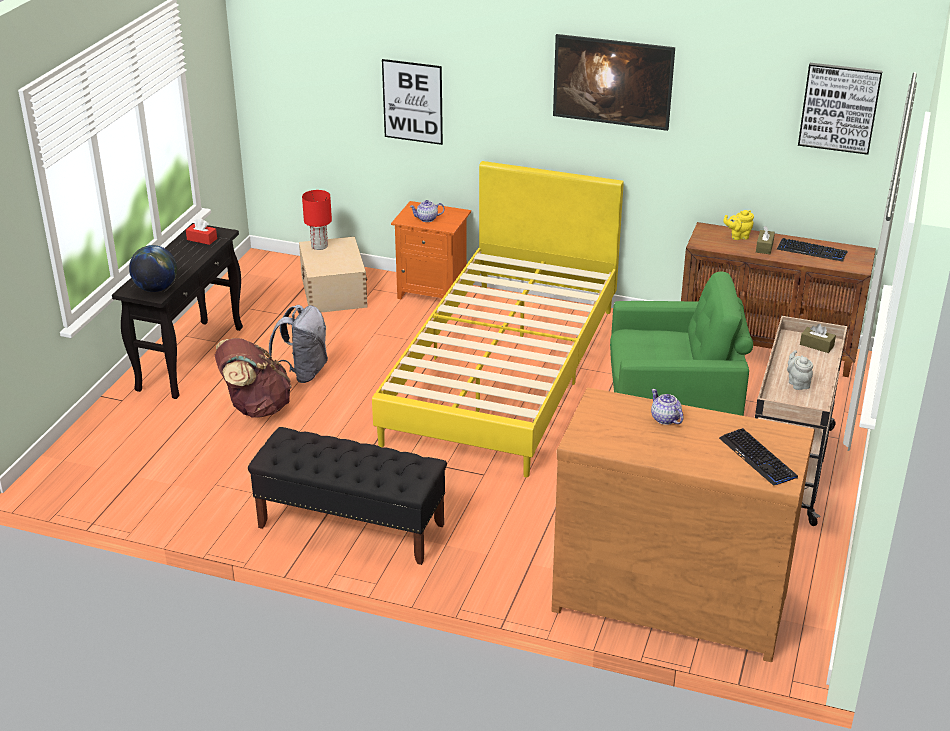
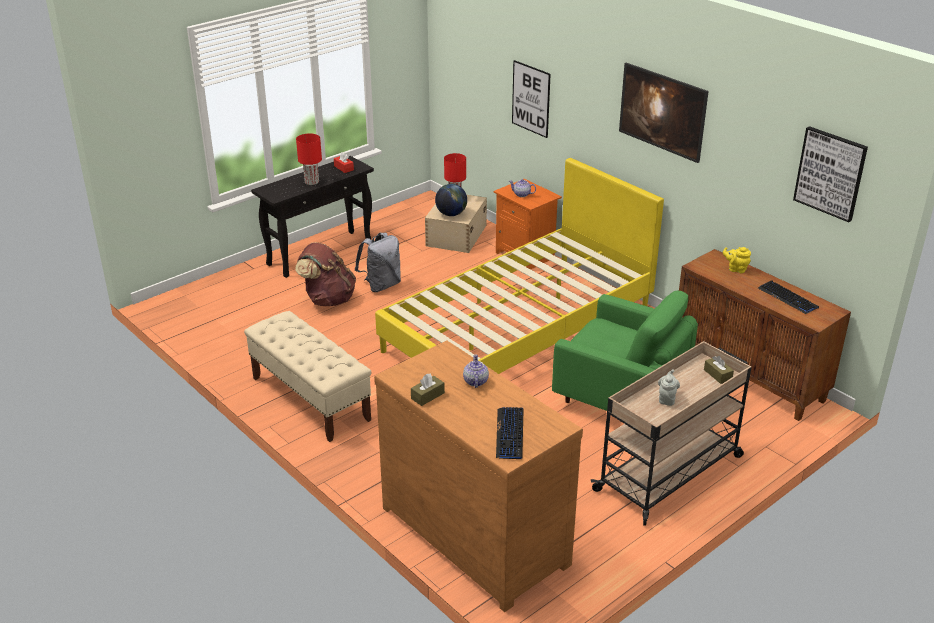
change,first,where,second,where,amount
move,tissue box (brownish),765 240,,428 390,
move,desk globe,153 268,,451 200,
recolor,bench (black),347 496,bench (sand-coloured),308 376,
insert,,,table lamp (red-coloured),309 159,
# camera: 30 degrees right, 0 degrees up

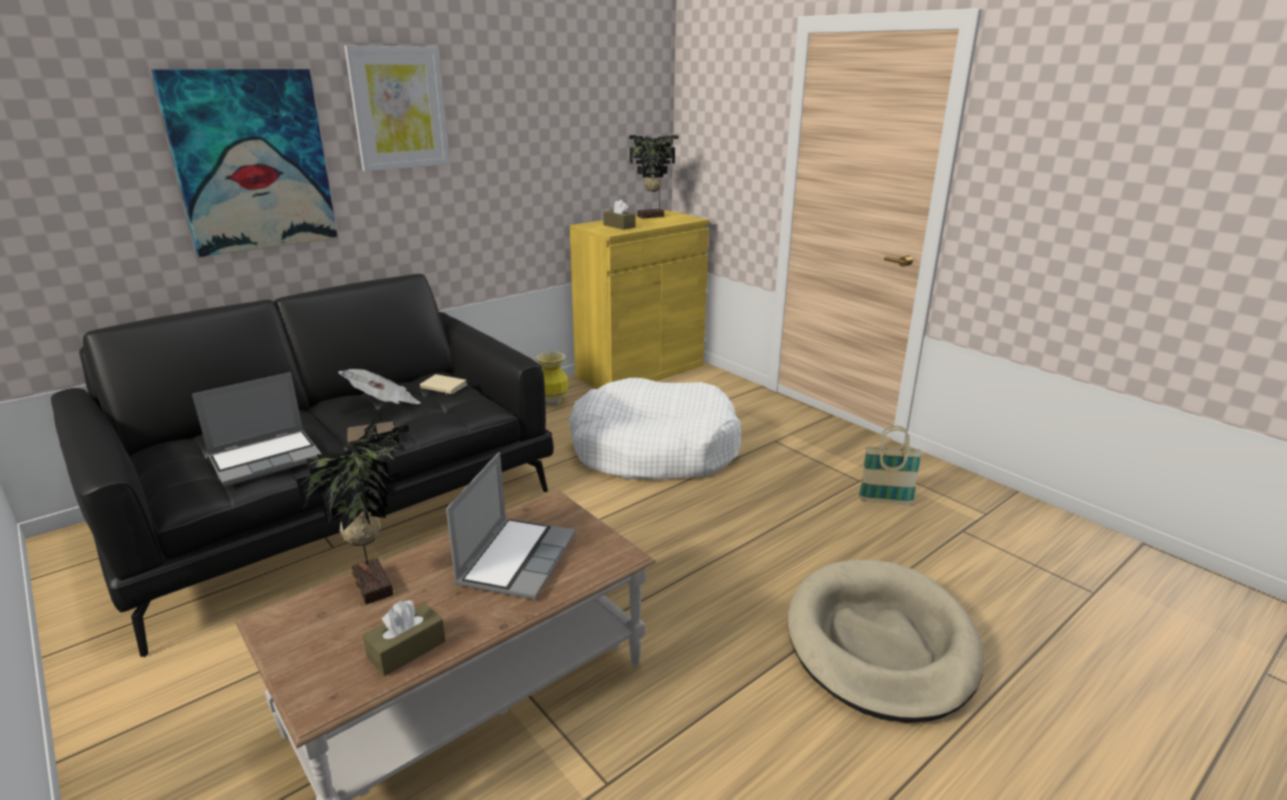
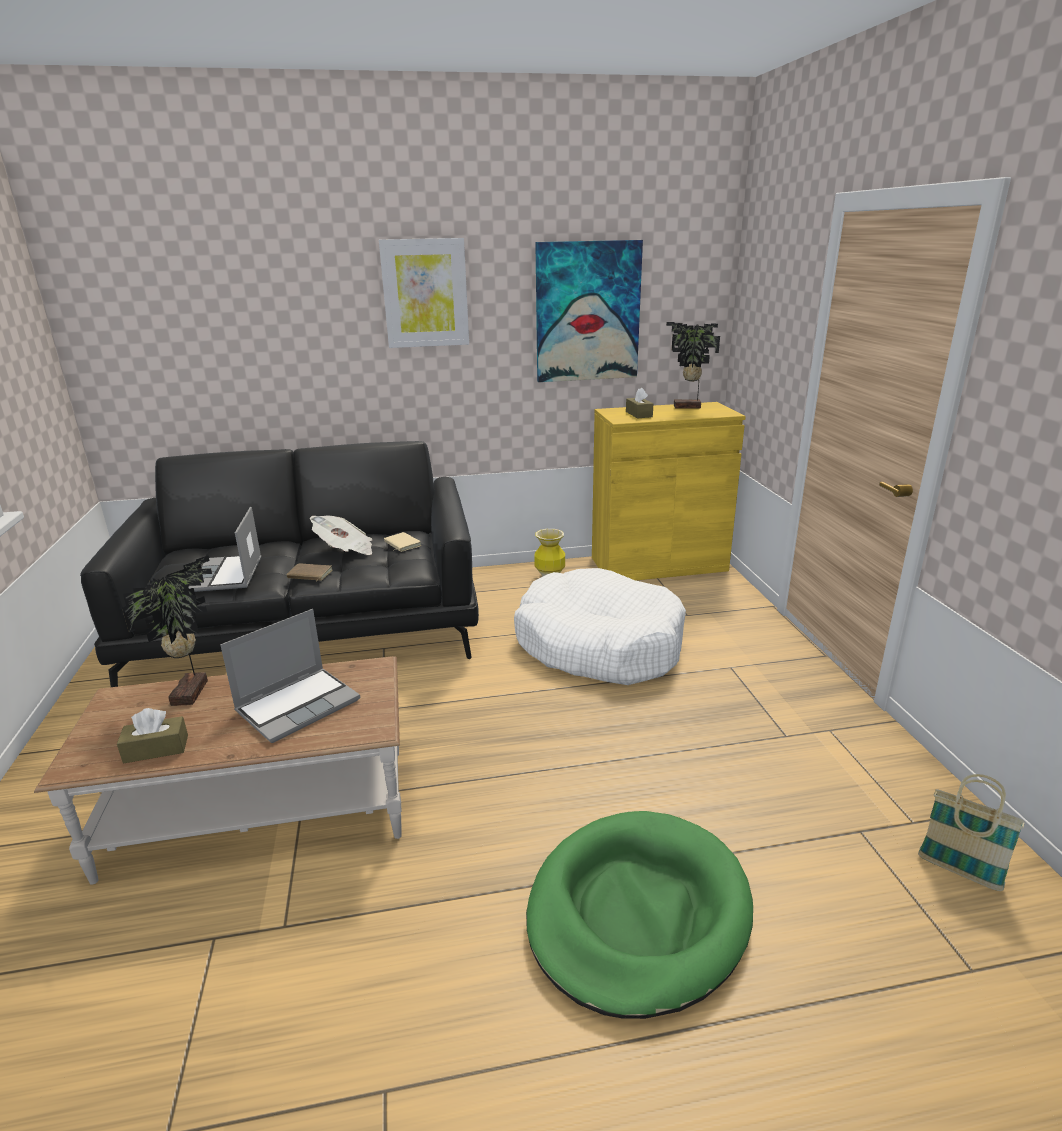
change,first,where,second,where,amount
move,picture,244 163,,589 311,
rotate,notebook computer,257 429,,225 549,90 degrees clockwise
move,basket,890 465,,971 832,
recolor,dog bed (sand-coloured),886 641,dog bed (green),639 915,
# camera: 30 degrees right, 0 degrees up

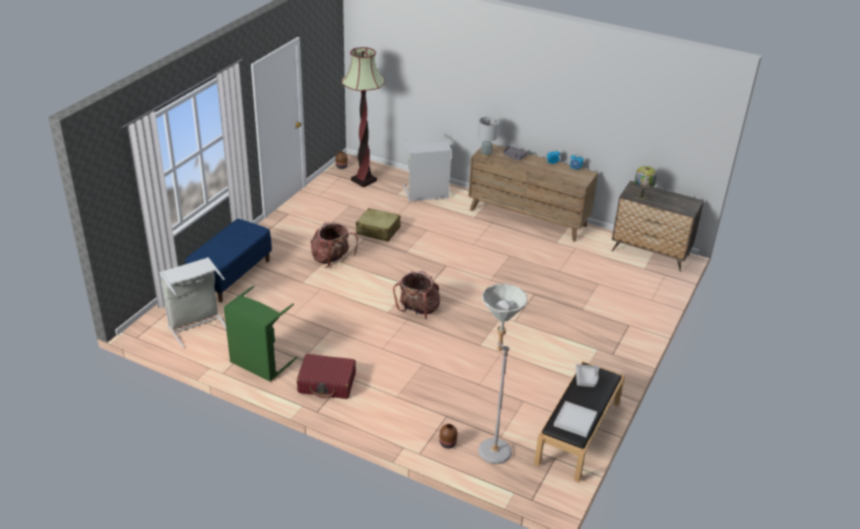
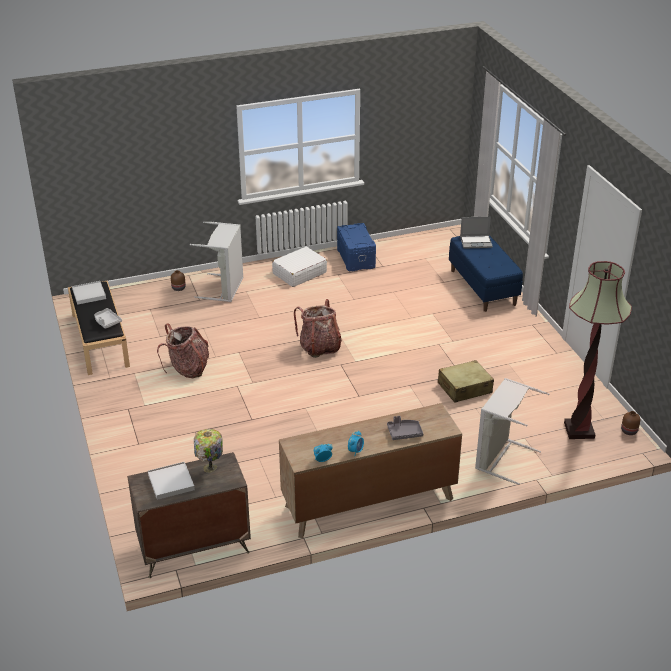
change,first,where,second,where,amount
delete,table lamp (grey),488 137,,,
move,knapsack,334 245,,183 350,
move,laundry basket (grey),192 303,,216 261,
delete,floor lamp (grey),503 374,,,
replace,laundry basket (green),261 333,storage bin (bluish),356 247,
recolor,piece of luggage (red-coloured),326 376,piece of luggage (white-coloured),299 267,
insert,,,notebook computer,476 232,
insert,,,carrying tray (white-coloured),171 481,
# camera: 135 degrees right, 0 degrees up

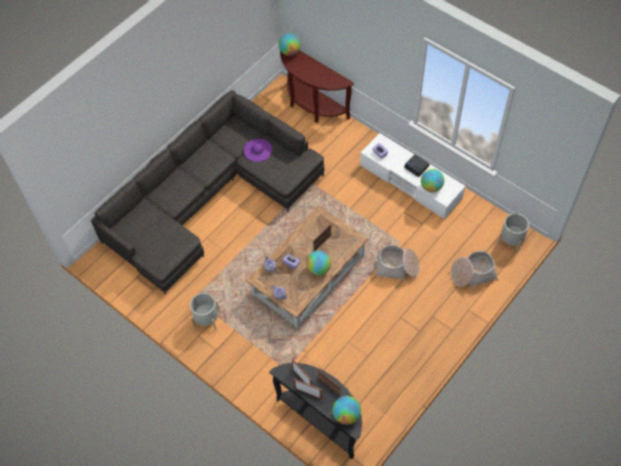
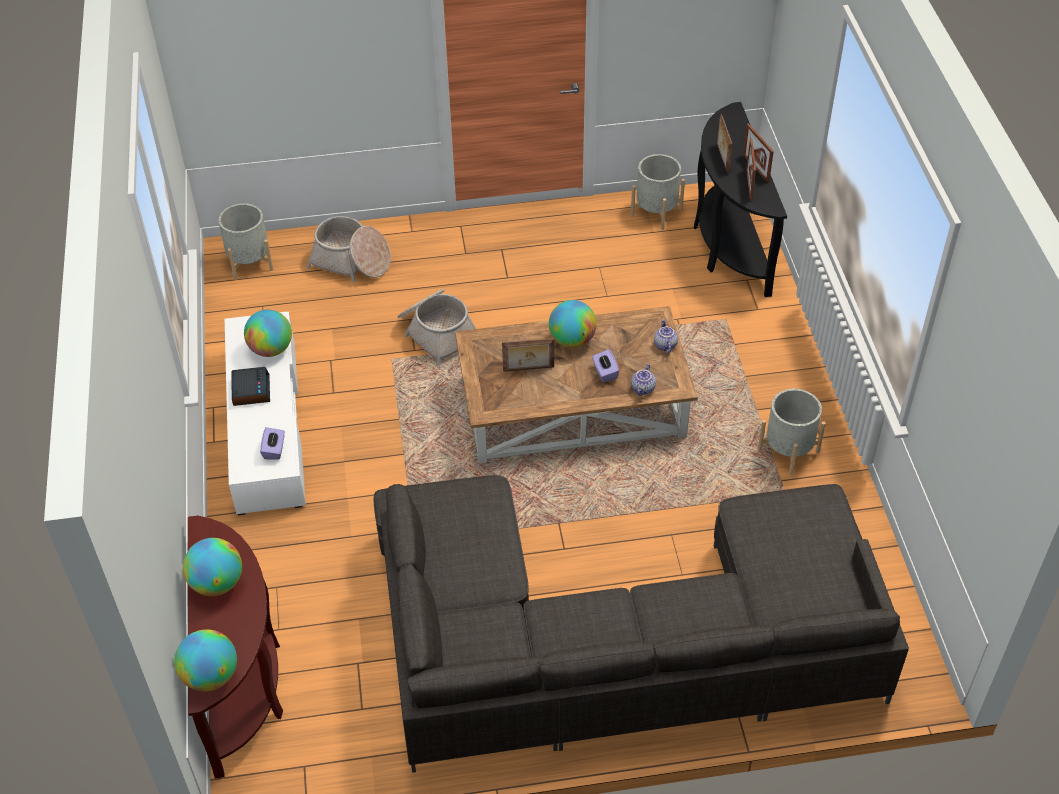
change,first,where,second,where,amount
delete,clothing hat (purple),258 150,,,
move,desk globe,347 410,,212 567,
insert,,,flower pot (grey),658 192,
# camera: 140 degrees left, 10 degrees down

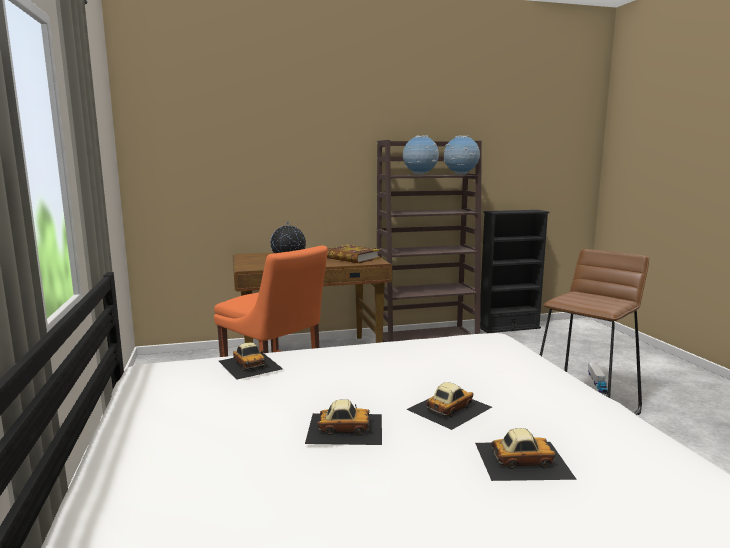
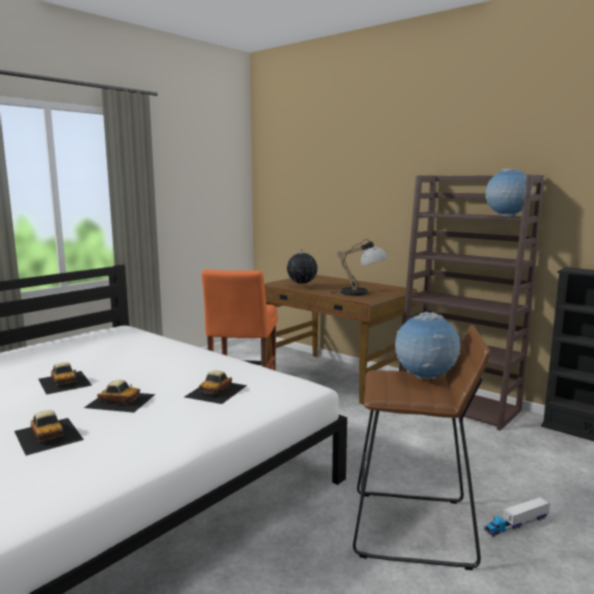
change,first,where,second,where,amount
move,desk globe,421 155,,427 345,
replace,bound book,353 254,table lamp,359 267,
move,model car,251 361,,216 387,
# camera: 55 degrees right, 0 degrees up

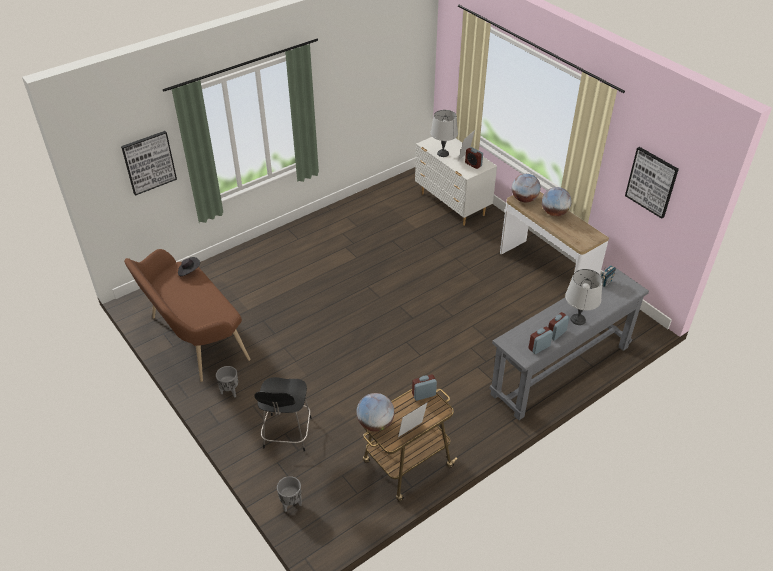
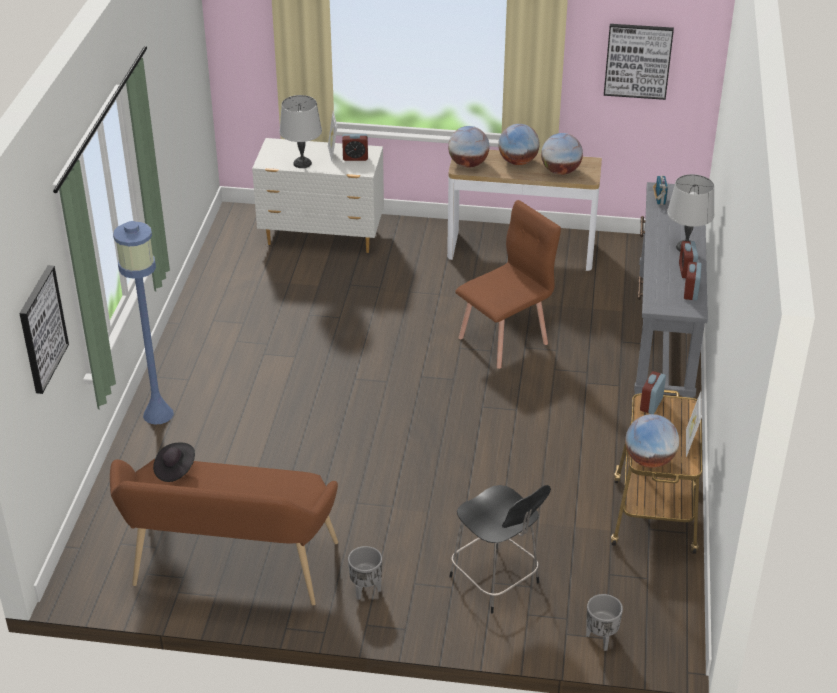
change,first,where,second,where,amount
insert,,,desk globe,562 154,
insert,,,upright chair (brownish),508 284,
insert,,,floor lamp (bluish),143 323,
# camera: 45 degrees left, 5 degrees down

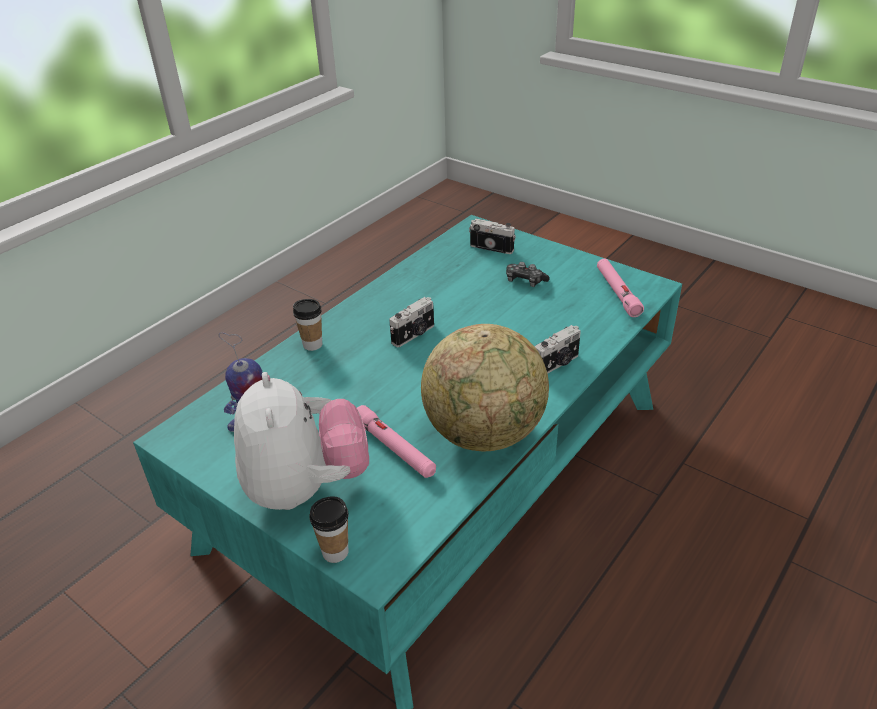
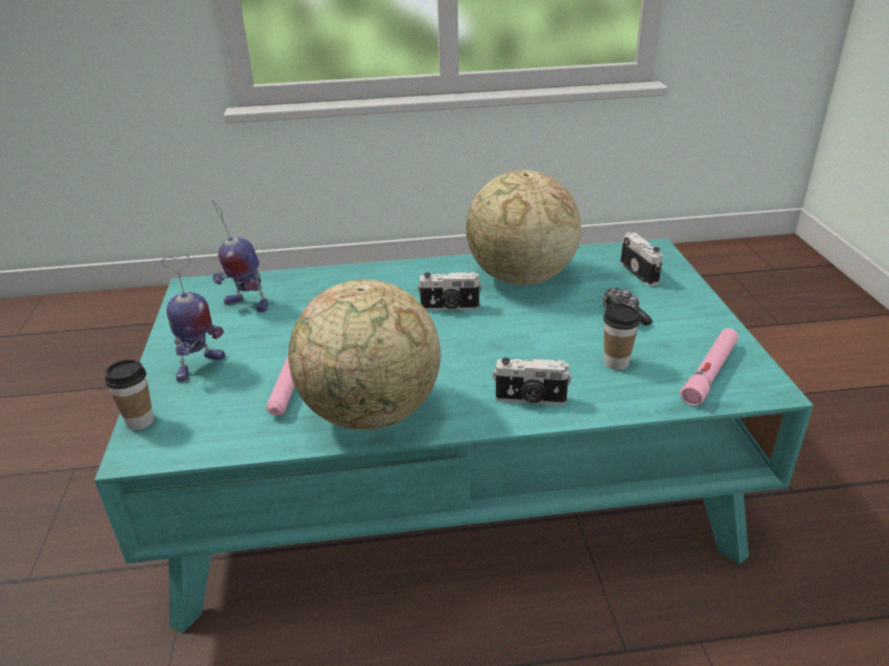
change,first,where,second,where,amount
move,cup,307 325,,621 336,
replace,plush toy,301 441,robot figure,193 318,
insert,,,desk globe,523 227,
# camera: 45 degrees right, 5 degrees down

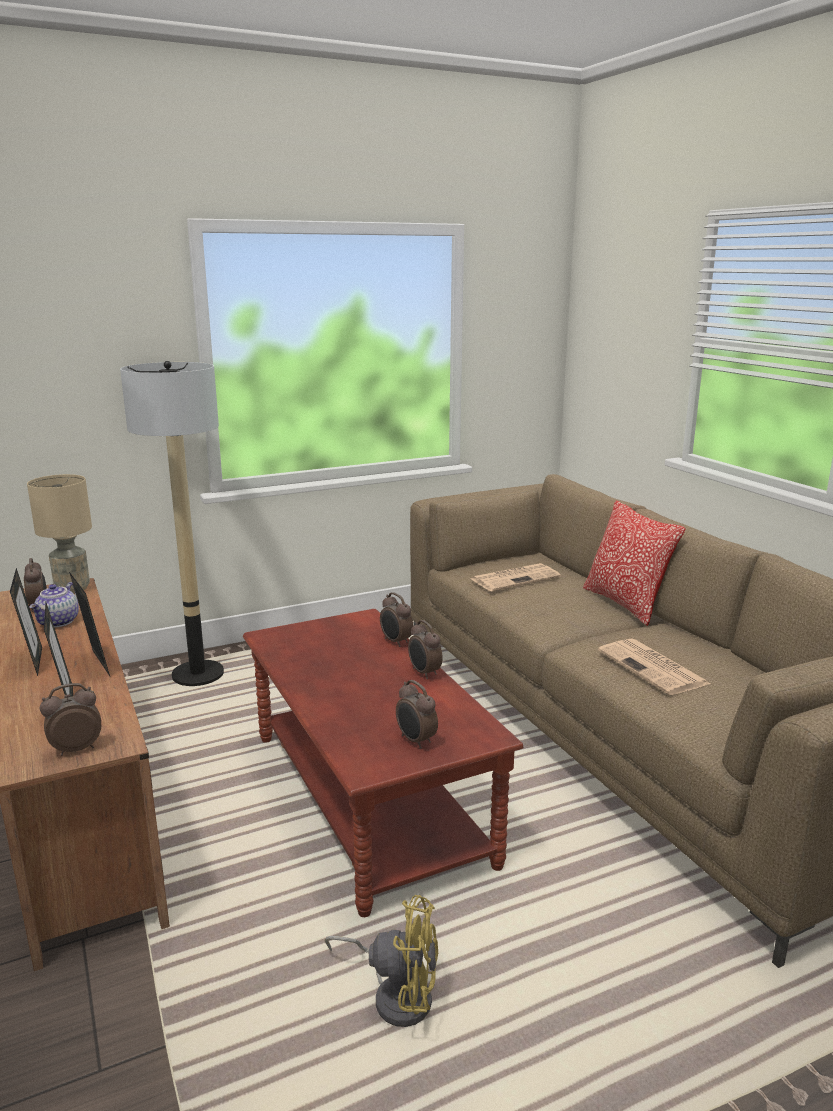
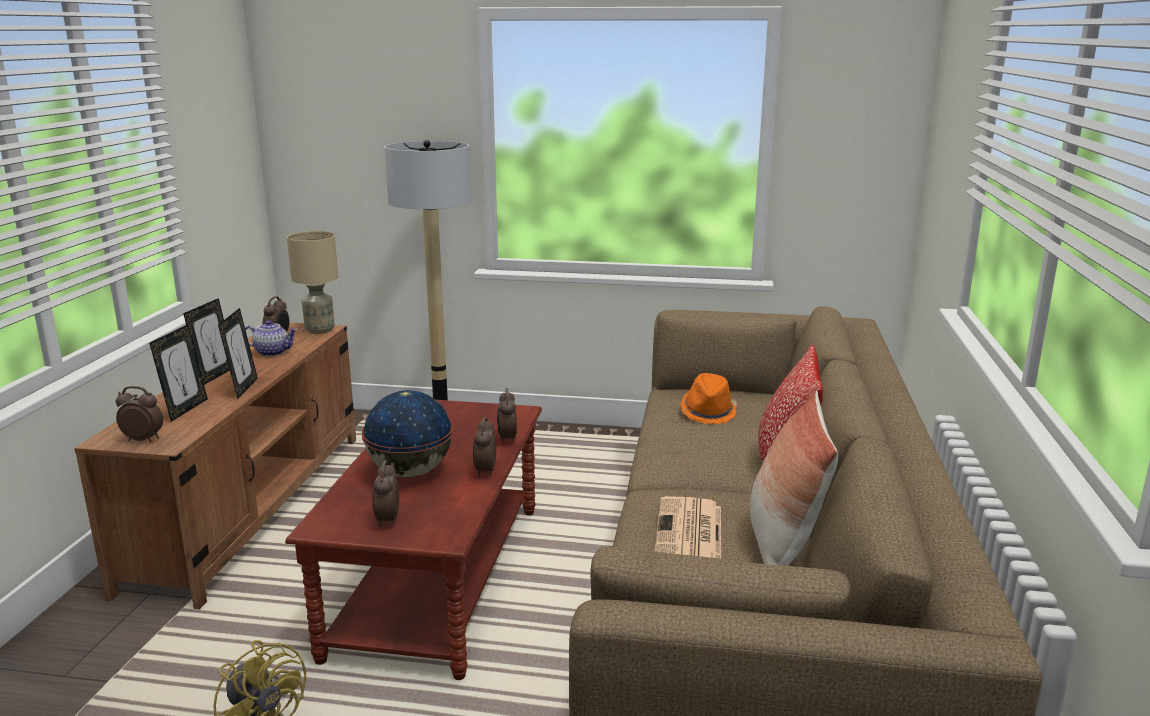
change,first,where,second,where,amount
replace,daily paper,515 577,clothing hat (orange),709 398,
rotate,tea pot,54 604,,271 338,135 degrees counterclockwise
insert,,,desk globe,407 433,
insert,,,cushion,794 478,
# camera: 35 degrees right, 0 degrees up

